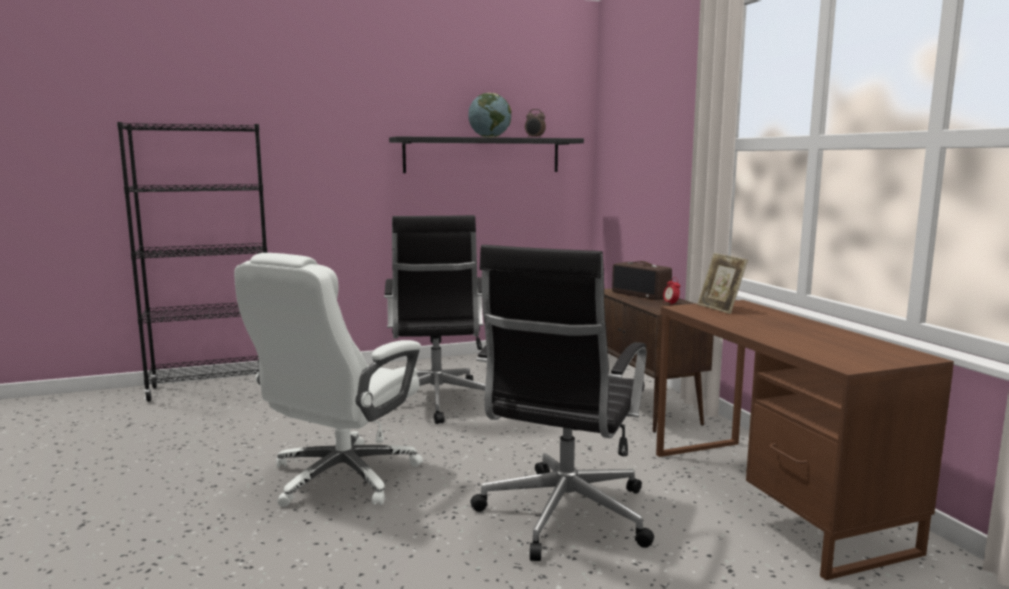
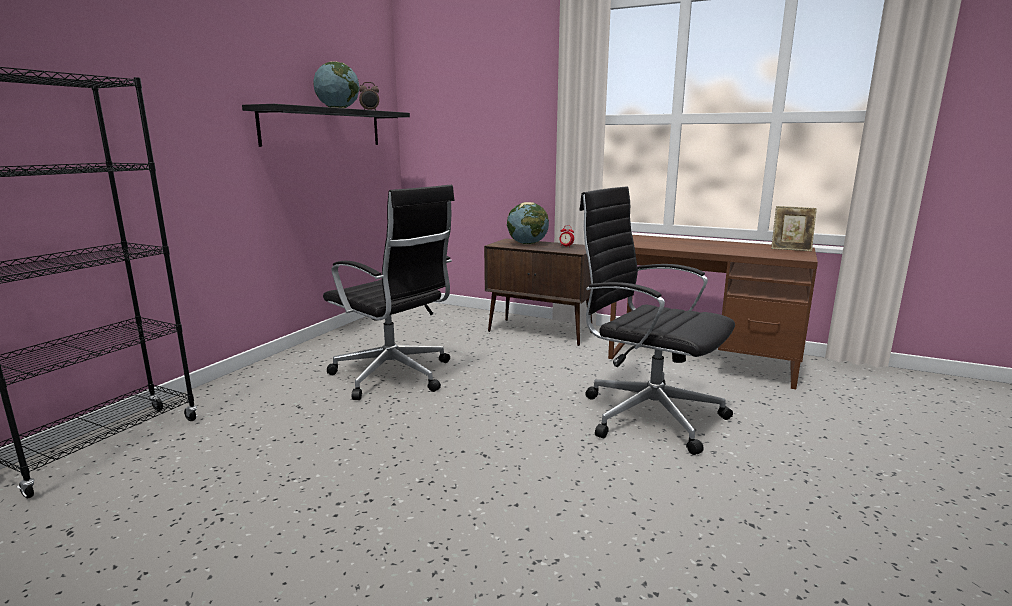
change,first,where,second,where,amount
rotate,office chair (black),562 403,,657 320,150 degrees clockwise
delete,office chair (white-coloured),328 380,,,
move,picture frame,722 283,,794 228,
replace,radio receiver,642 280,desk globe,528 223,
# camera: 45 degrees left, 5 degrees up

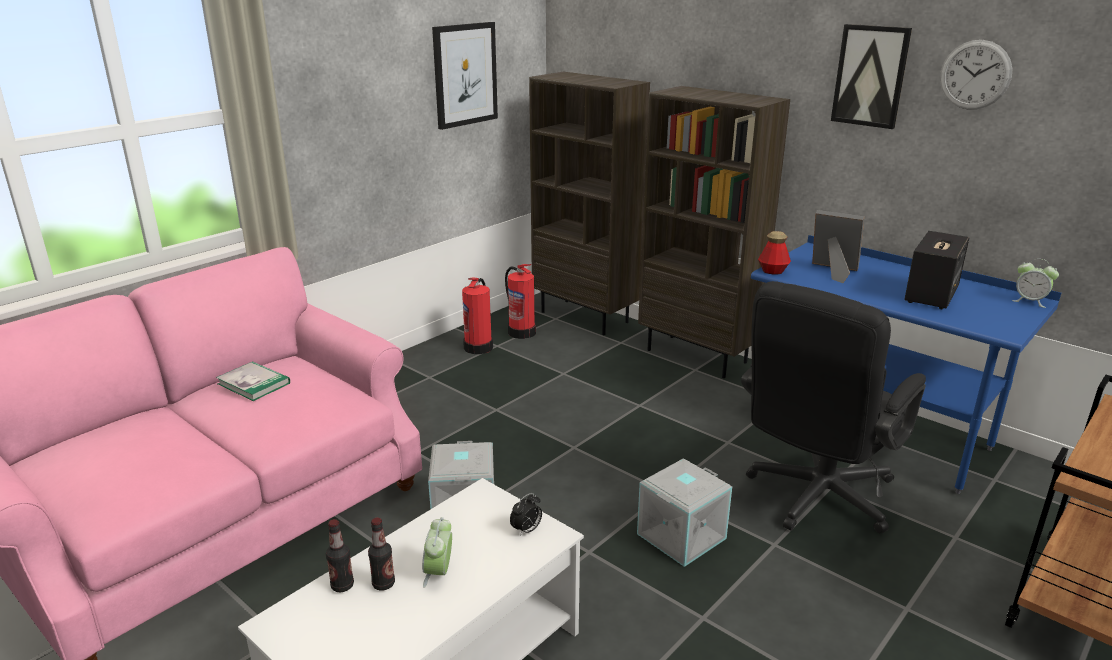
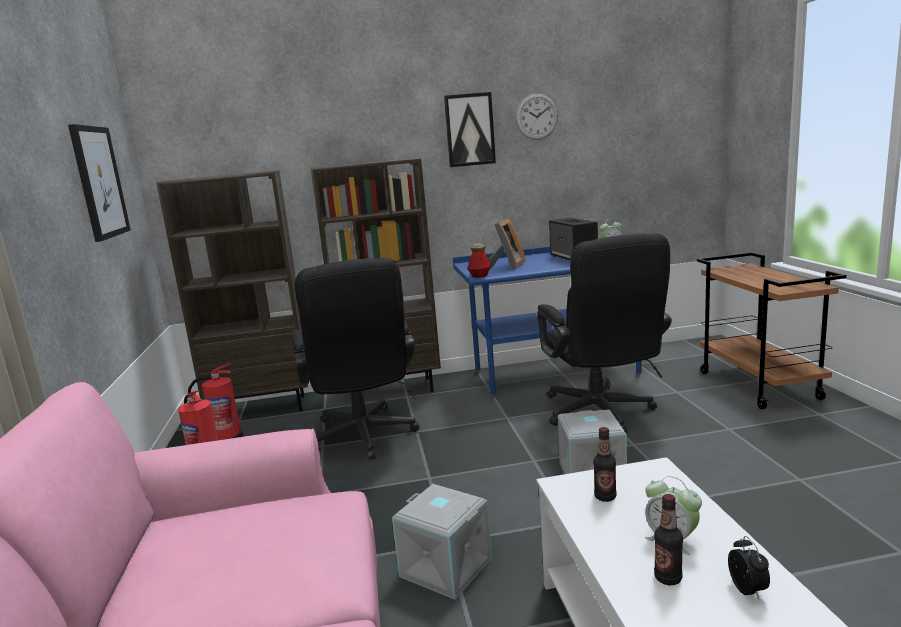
change,first,where,second,where,amount
rotate,picture frame,838 246,,507 244,135 degrees clockwise
delete,bound book,253 381,,,
move,alarm clock,526 514,,749 568,
move,bottle,340 555,,605 464,
insert,,,office chair (black),355 359,
# camera: 50 degrees left, 10 degrees down

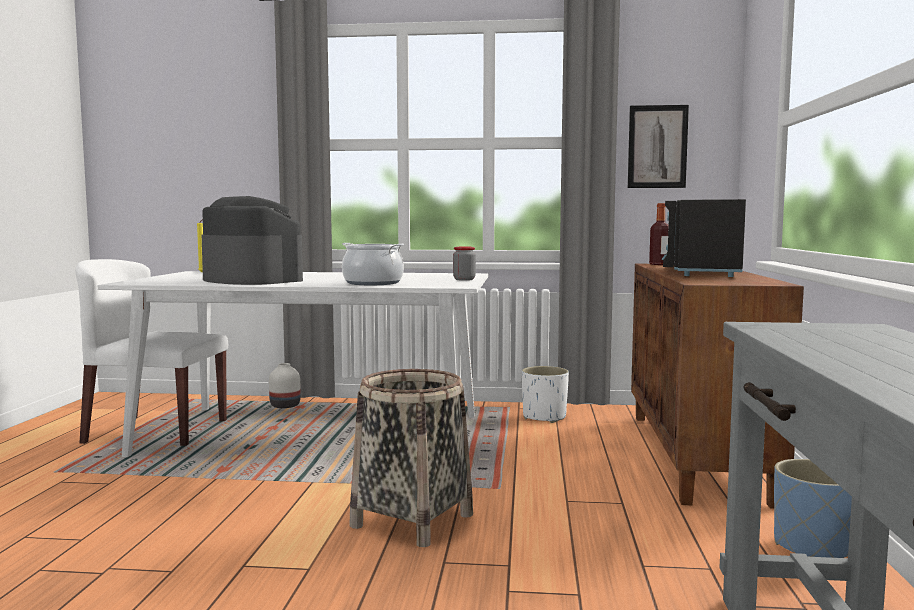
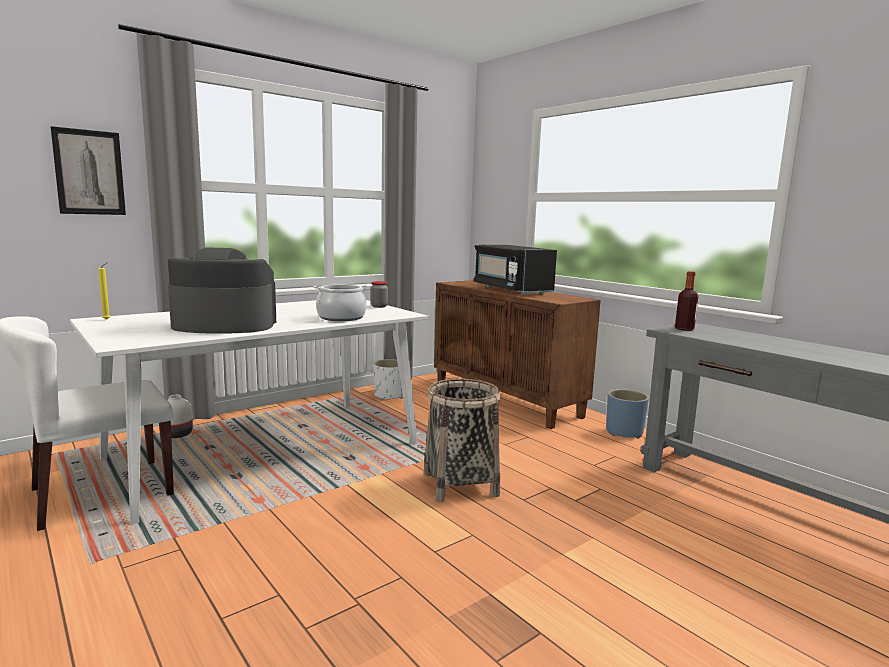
change,first,where,second,where,amount
move,picture,658 146,,88 170,
move,bottle,659 234,,686 301,
# camera: 45 degrees left, 5 degrees up

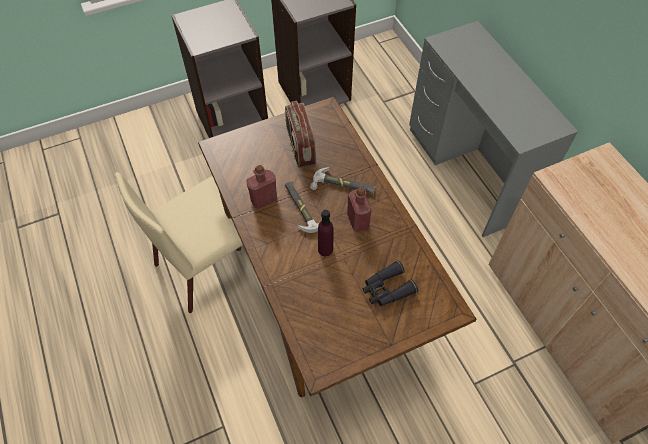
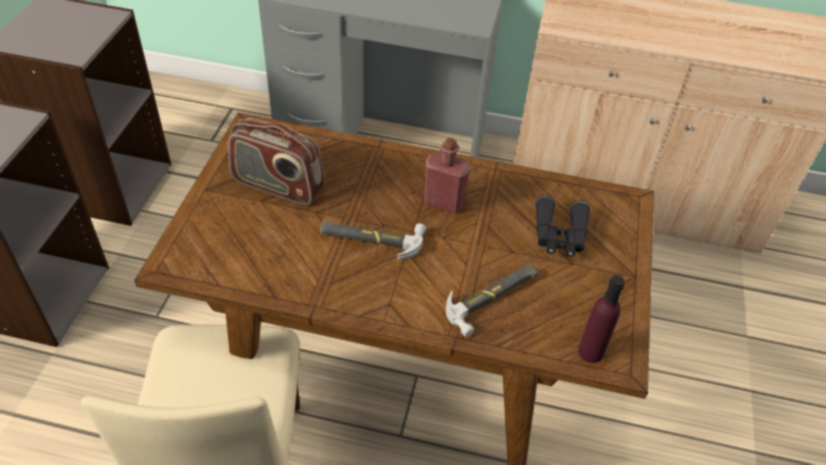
change,first,where,second,where,amount
delete,bottle (red-coloured),261 187,,,
move,hammer,342 181,,491 301,
move,bottle (purple),326 233,,601 319,
# camera: 55 degrees left, 10 degrees down

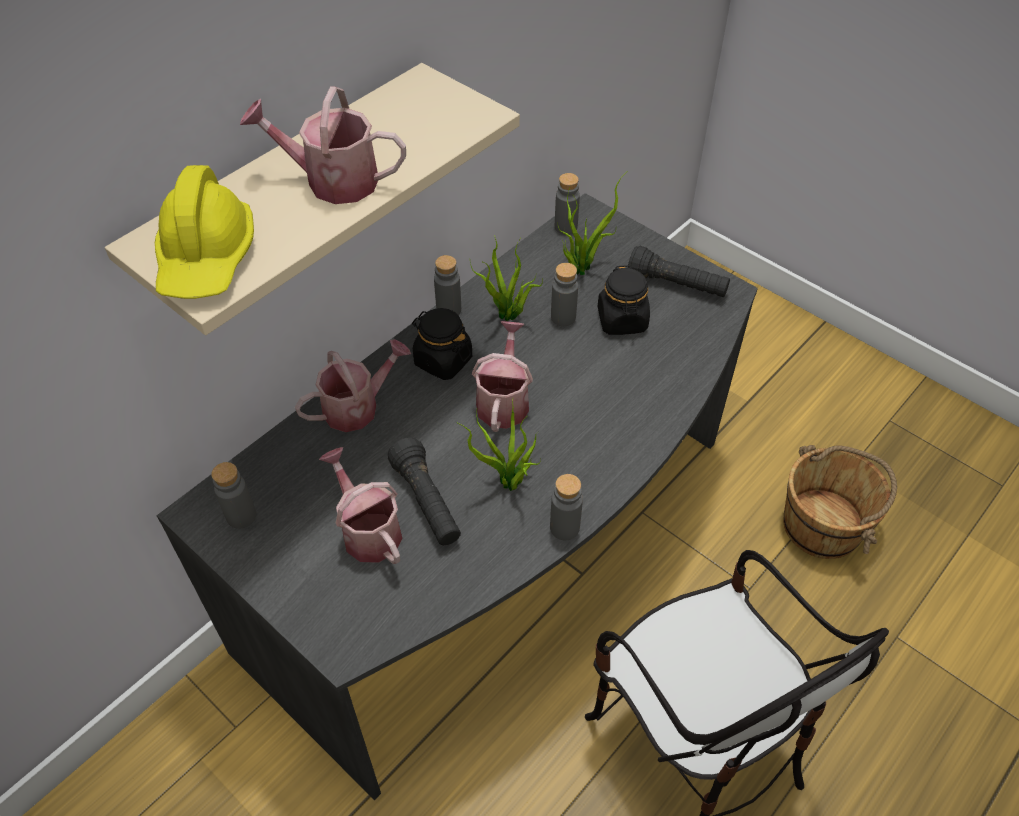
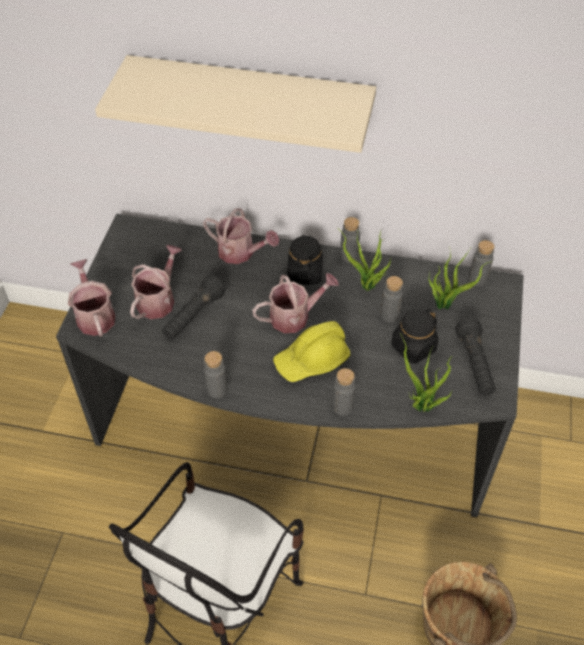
change,first,where,second,where,amount
move,sprinkling can,323 145,,91 298,
move,work helmet (yellowish),204 232,,311 351,
move,potted plant,499 445,,426 372,
move,bottle (grey),233 495,,344 392,
# camera: 60 degrees right, 0 degrees up

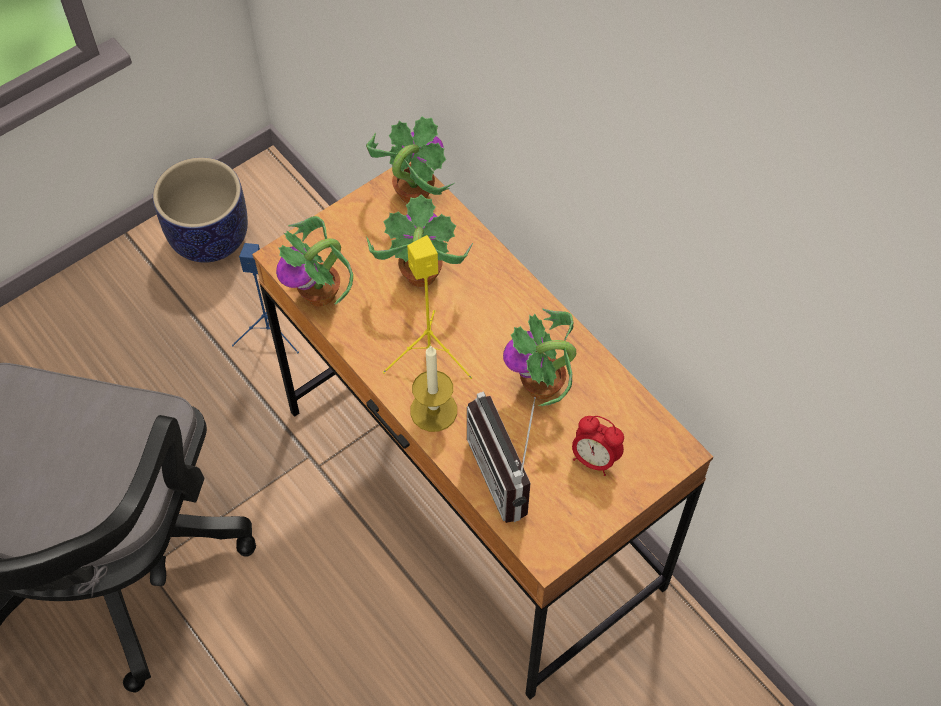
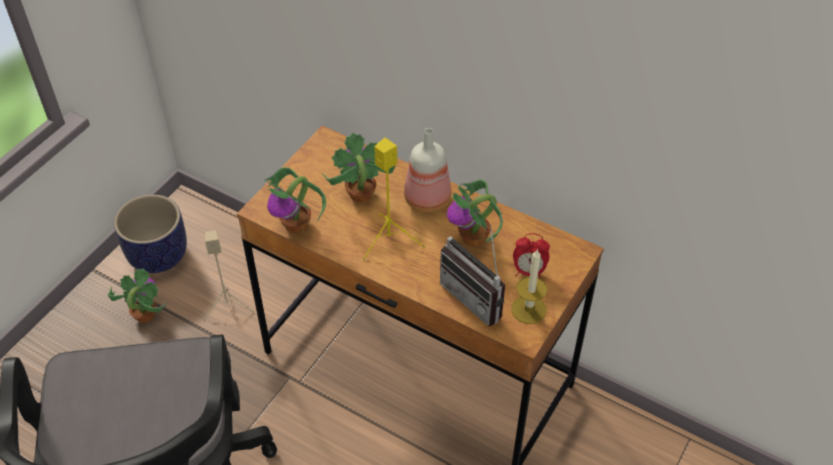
change,first,where,second,where,amount
move,potted plant,410 160,,137 295,
recolor,speaker (bluish),265 298,speaker (sand-coloured),229 276,
move,wax light,433 388,,529 286,
insert,,,bottle,427 170,
# camera: 20 degrees left, 10 degrees down

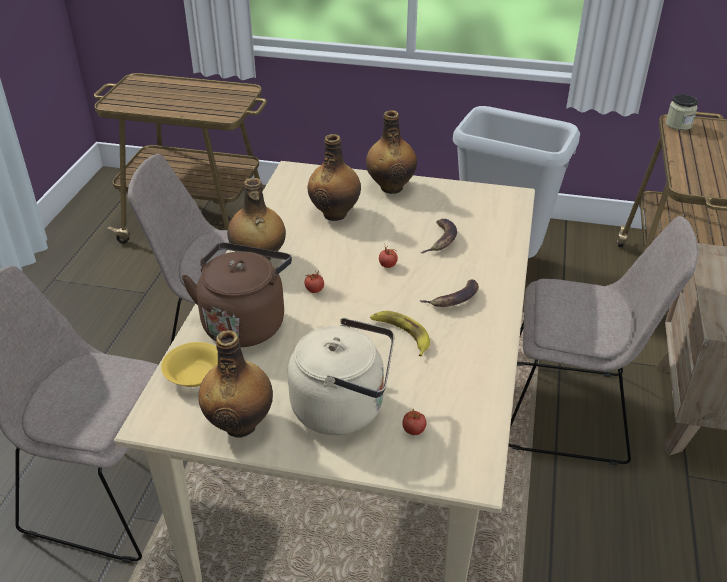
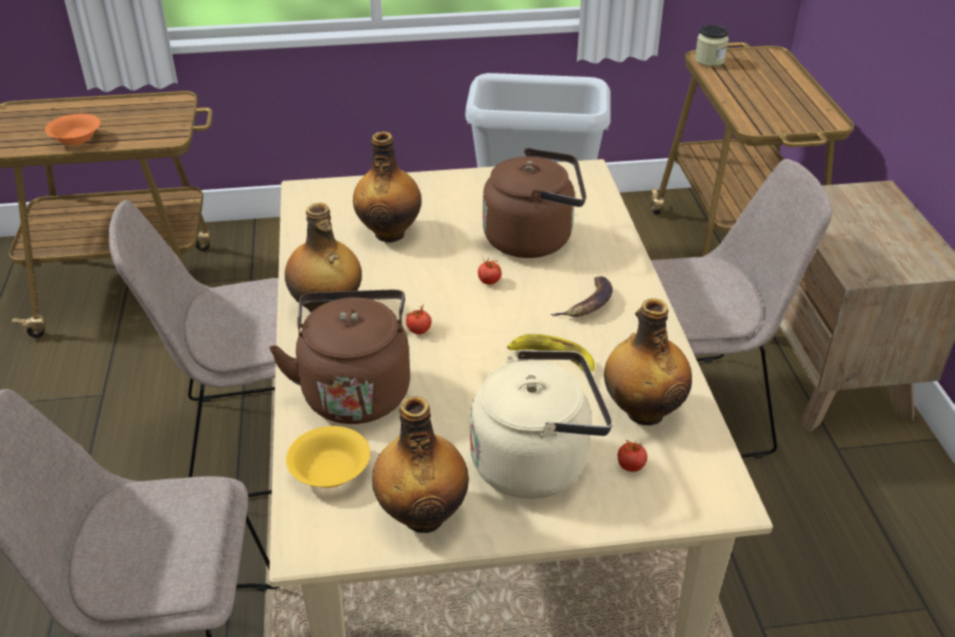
change,first,where,second,where,amount
move,bottle,391 152,,648 361,
replace,whole banana,438 236,tea kettle (brownish),534 203,
insert,,,deep dish (orange),73 129,
# camera: 20 degrees left, 0 degrees up

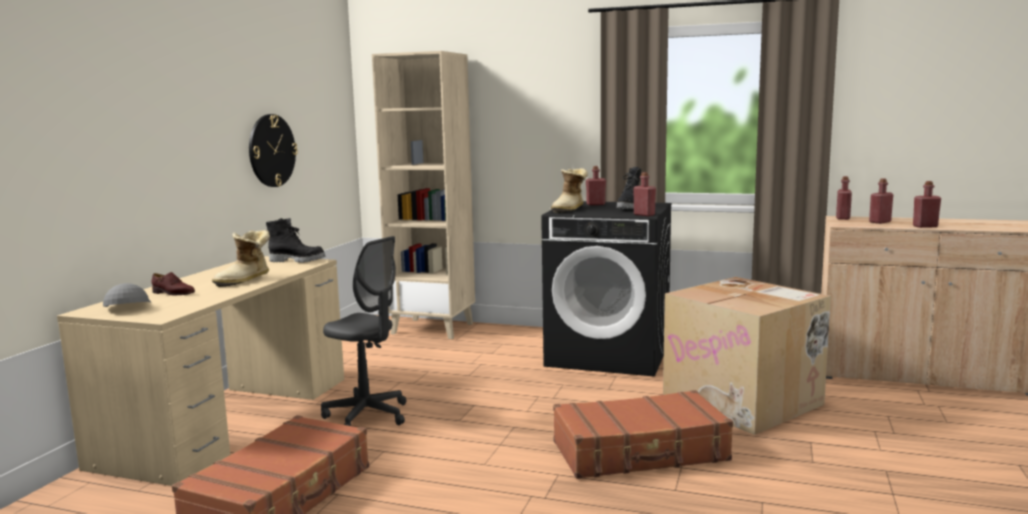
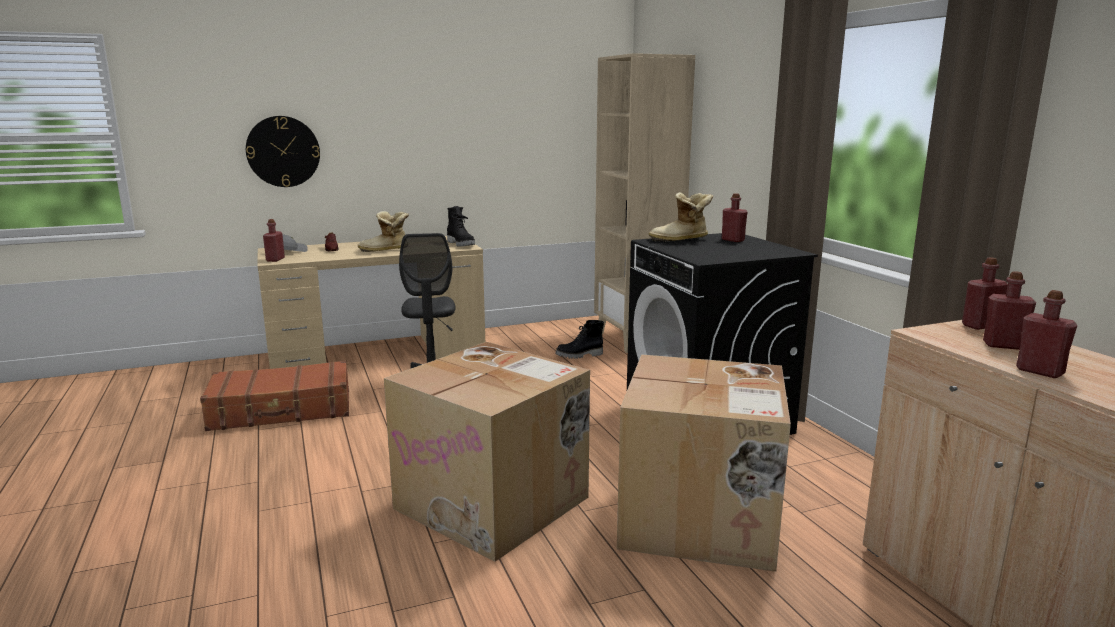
change,first,where,second,where,amount
move,wall clock,273 150,,283 151,
move,boot (black),629 188,,579 339,
move,bottle (red-coloured),644 194,,274 240,
replace,piece of luggage (brownish),643 434,cardboard box,487 452,
# camera: 50 degrees right, 5 degrees up

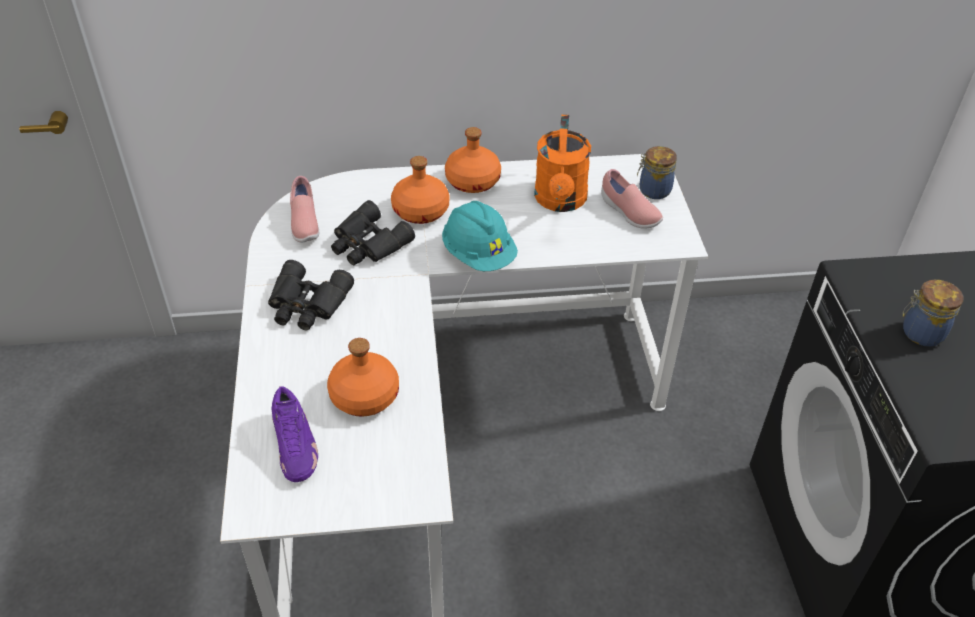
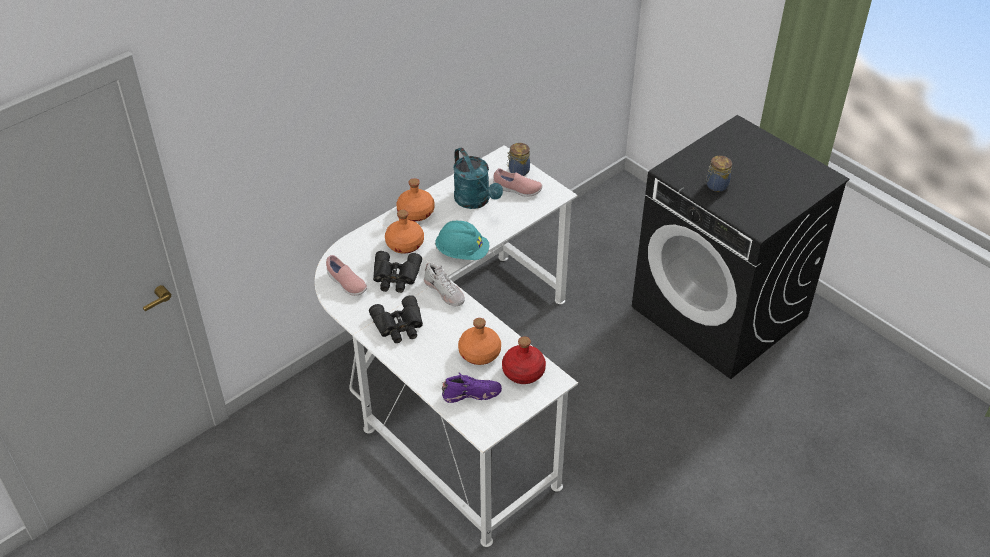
change,first,where,second,where,amount
recolor,sprinkling can (orange),562 163,sprinkling can (turquoise-coloured),478 178,
rotate,shoe (purple),294 434,,472 388,45 degrees counterclockwise
insert,,,shoe (white-coloured),444 284,
insert,,,bottle (red-coloured),524 360,
# camera: 35 degrees left, 0 degrees up

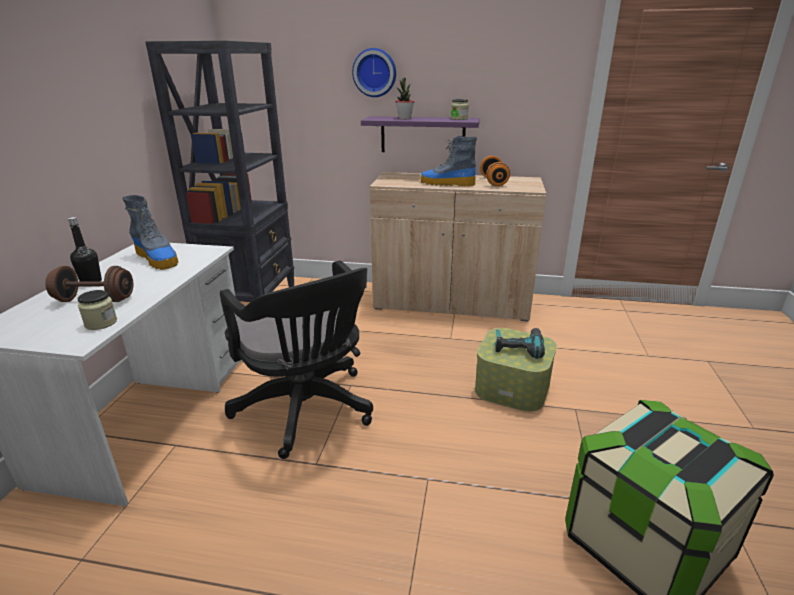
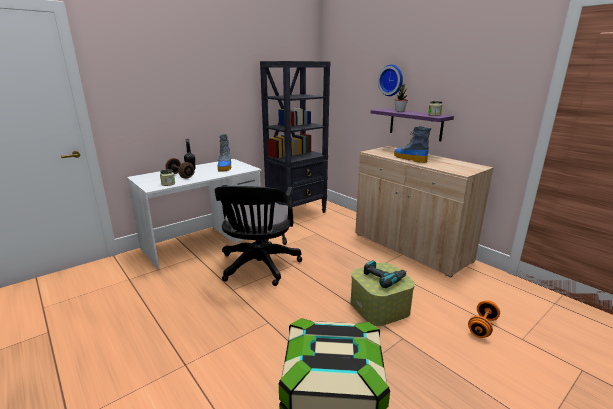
change,first,where,second,where,amount
move,hand weight (orange),495 171,,484 319,
# camera: 40 degrees right, 5 degrees down

